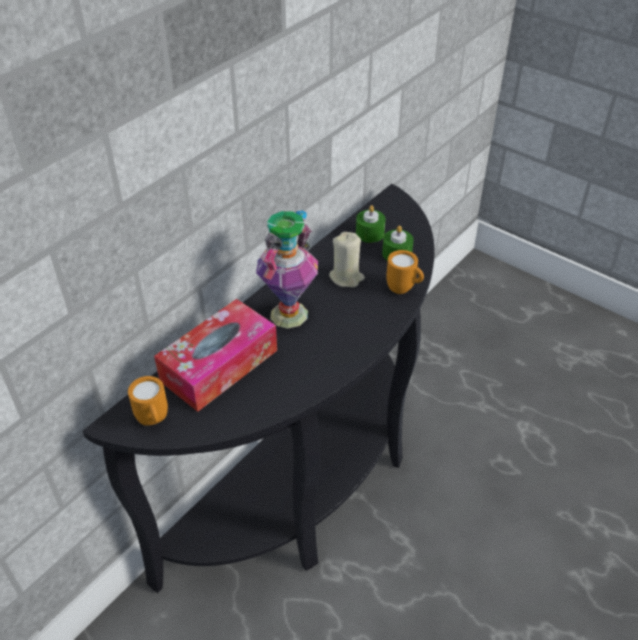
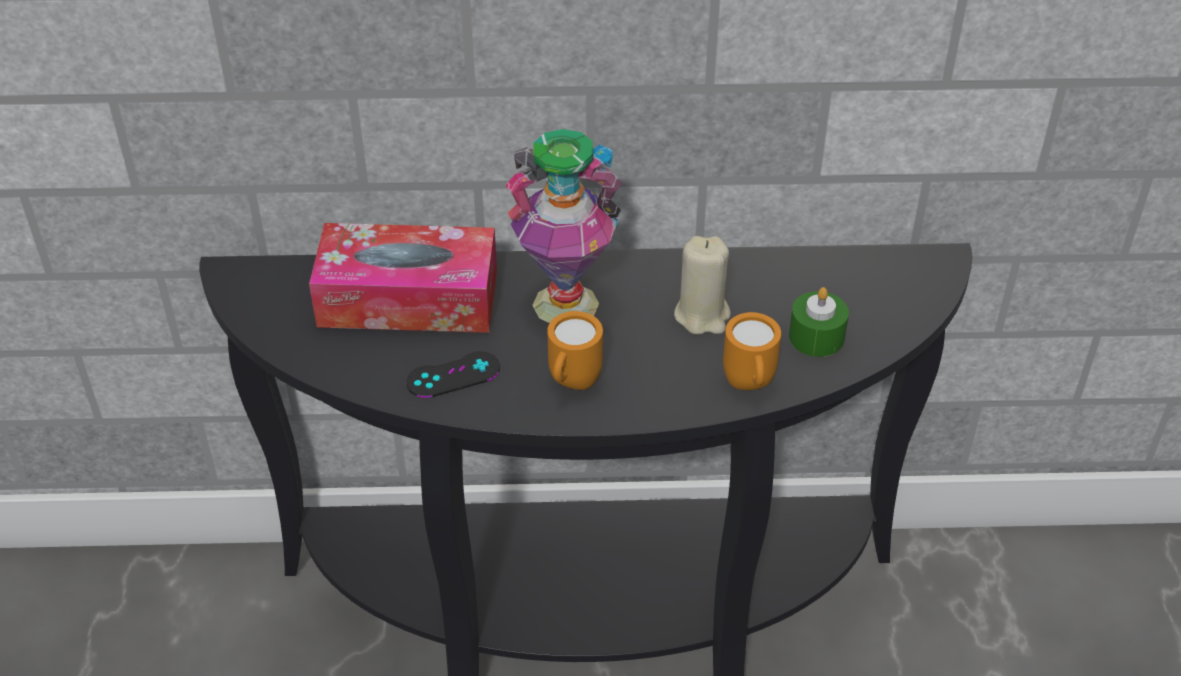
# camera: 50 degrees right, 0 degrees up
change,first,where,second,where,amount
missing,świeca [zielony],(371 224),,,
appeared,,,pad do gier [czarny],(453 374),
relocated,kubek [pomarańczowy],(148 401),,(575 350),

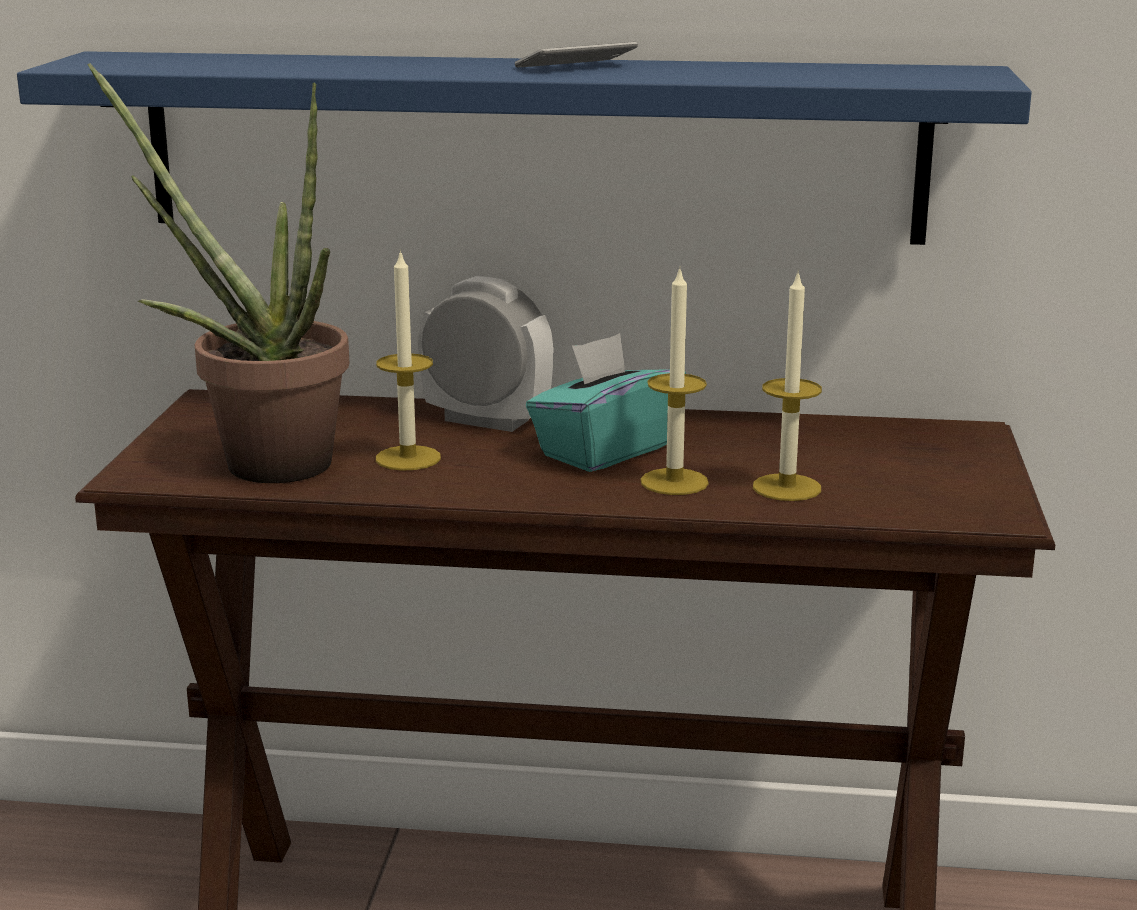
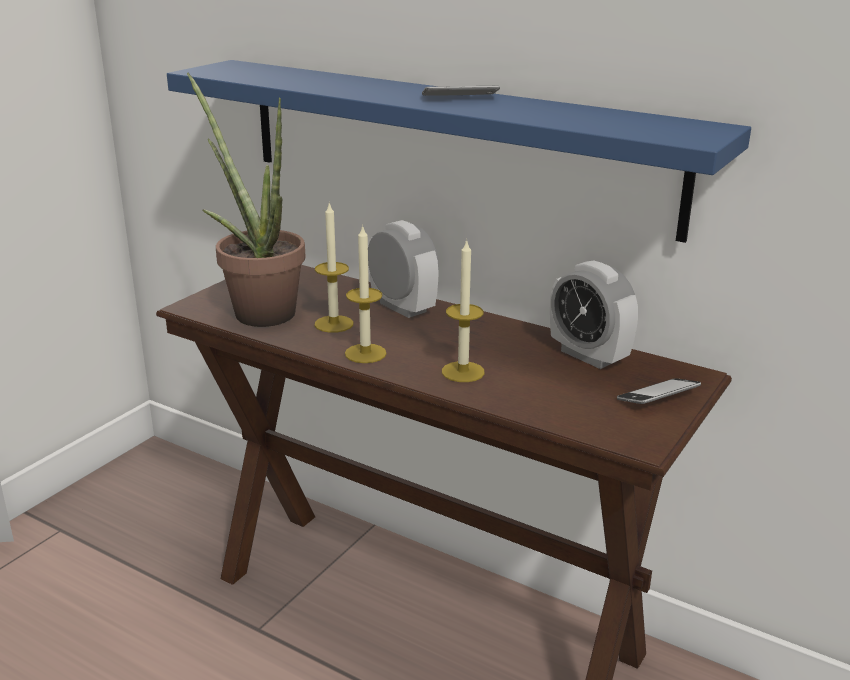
# camera: 25 degrees right, 5 degrees up
change,first,where,second,where,amount
missing,pudełko chusteczek [turkusowy],(606 402),,,
appeared,,,budzik,(594 315),
appeared,,,telefon,(659 391),
relocated,świeca,(787 385),,(366 293),

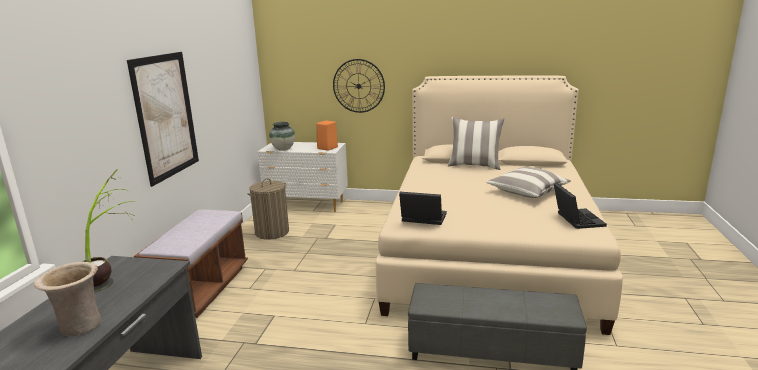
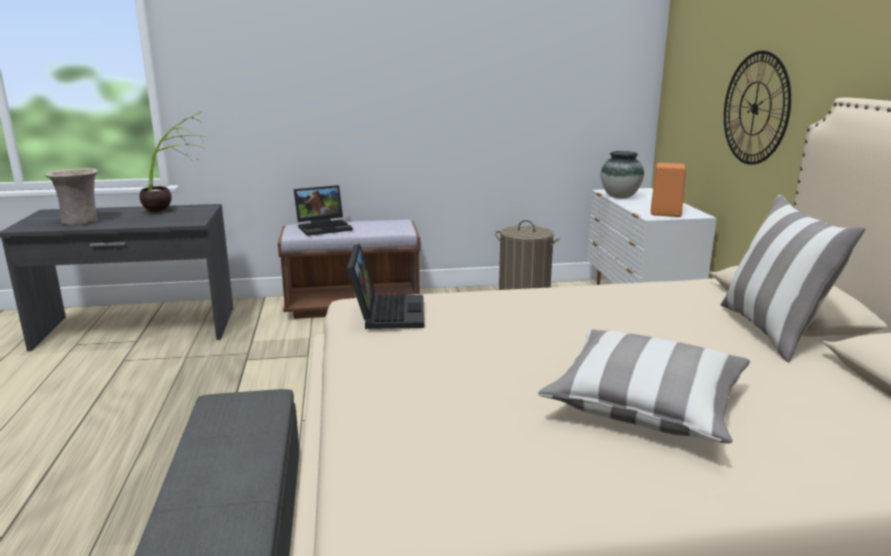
# camera: 70 degrees right, 0 degrees up
change,first,where,second,where,amount
missing,obraz,(163 119),,,
relocated,laptop,(580 206),,(323 210),

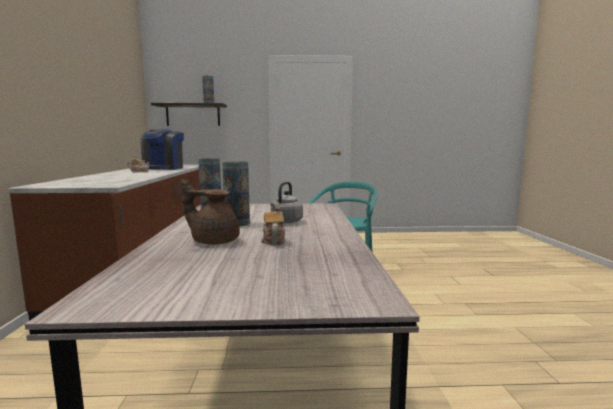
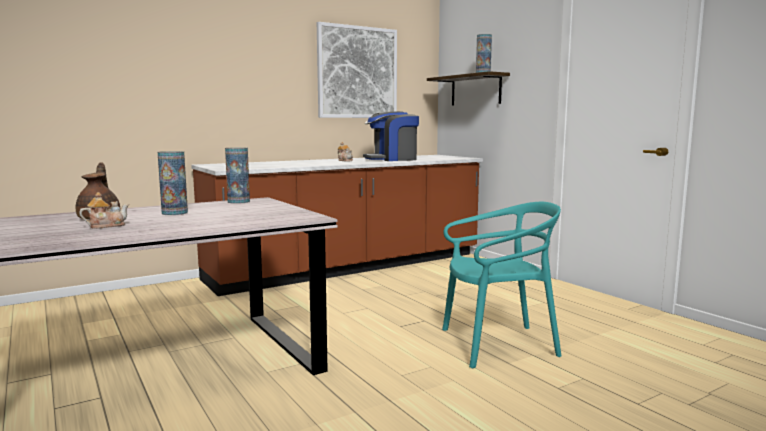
# camera: 60 degrees right, 0 degrees up
change,first,where,second,where,amount
missing,czajnik [szary],(286 202),,,
appeared,,,obraz,(357 70),

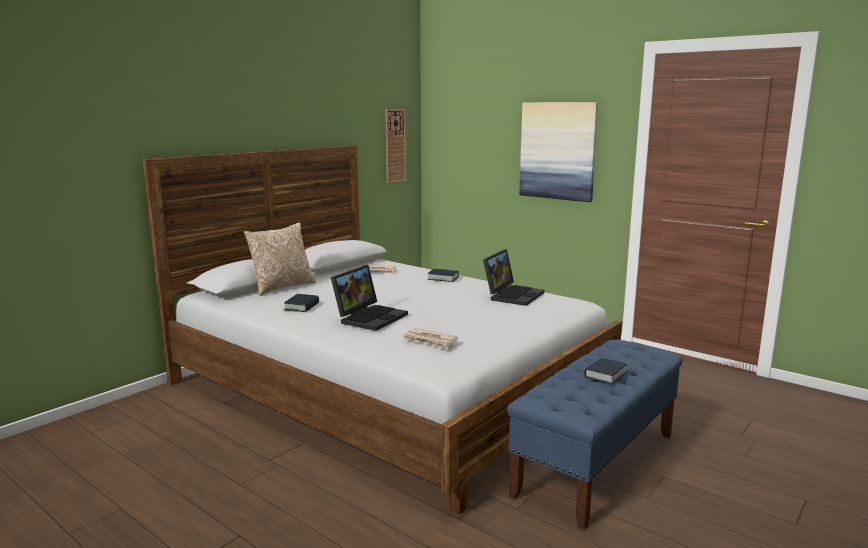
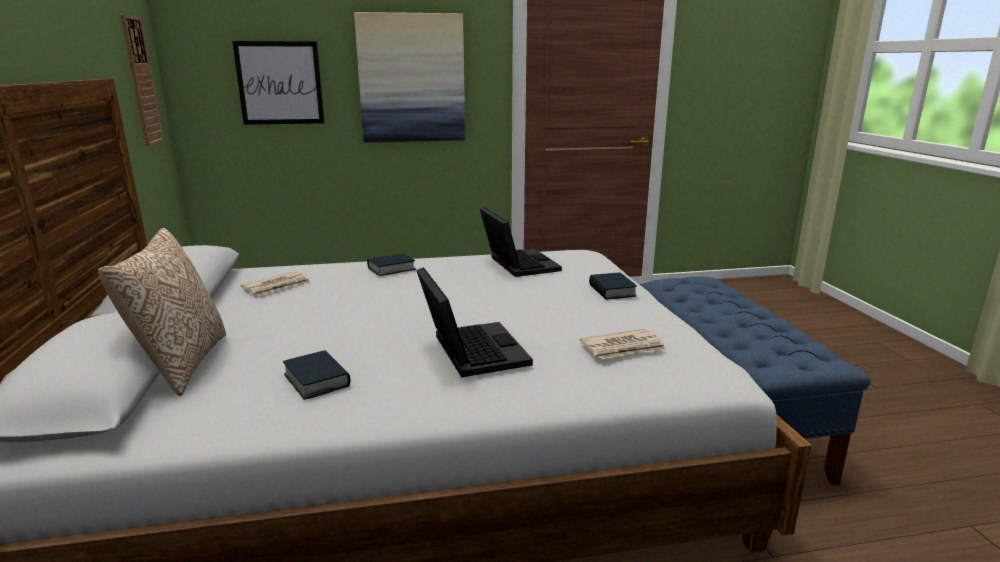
# camera: 50 degrees left, 5 degrees up
change,first,where,second,where,amount
appeared,,,obraz,(278 83),
relocated,książka,(605 371),,(613 286),

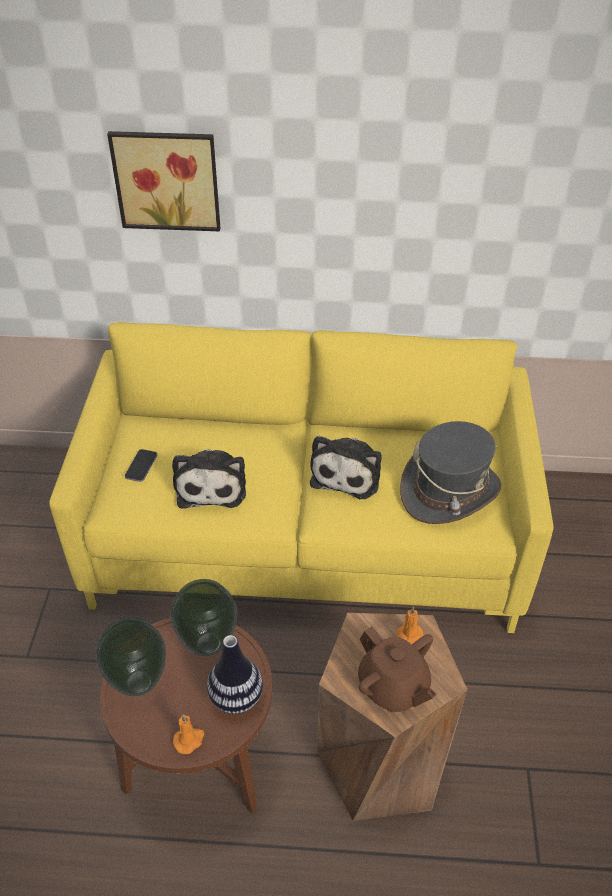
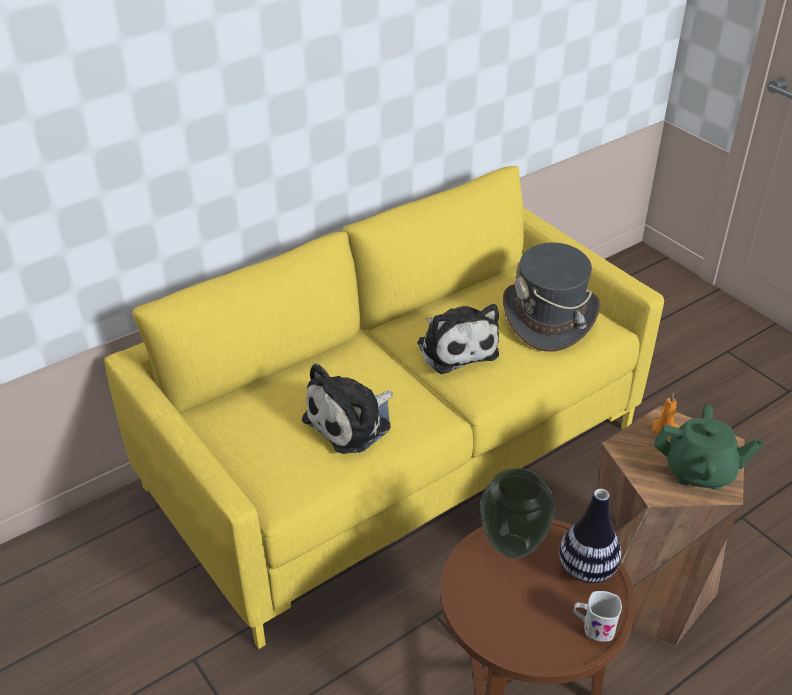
# camera: 40 degrees left, 5 degrees down
change,first,where,second,where,amount
missing,wazon,(131 656),,,
missing,obraz,(163 181),,,
missing,telefon,(141 465),,,
exchanged,świeca [pomarańczowy],(188 734),kubek [biały],(598 616),
colour,imbryk [brązowy],(397 669),imbryk [zielony],(708 447),
spun,pluszak,(209 479),,(347 408),90 degrees clockwise

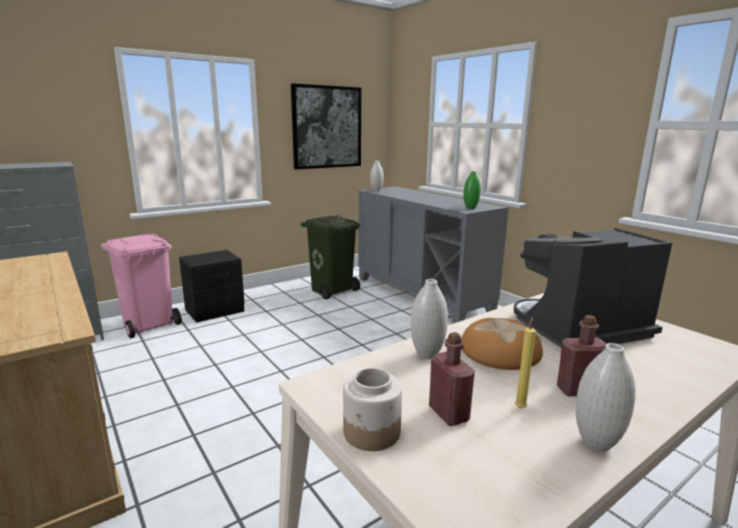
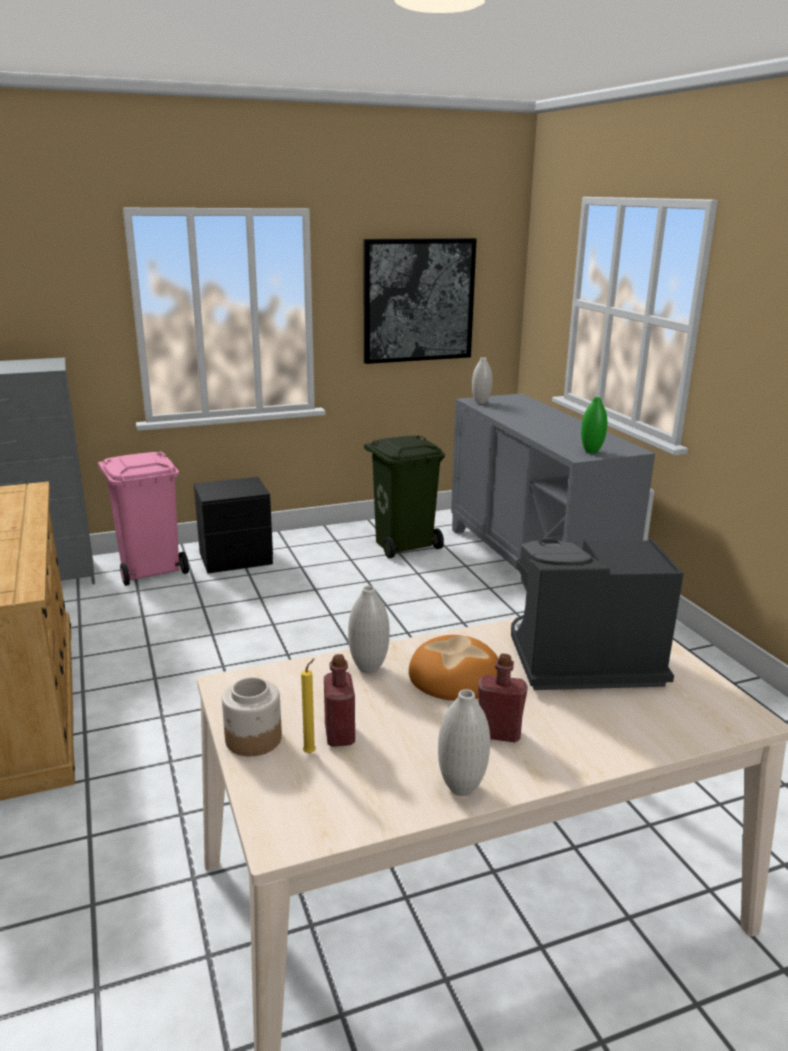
# camera: 15 degrees right, 5 degrees up
change,first,where,second,where,amount
relocated,świeca [żółty],(525 362),,(308 706),

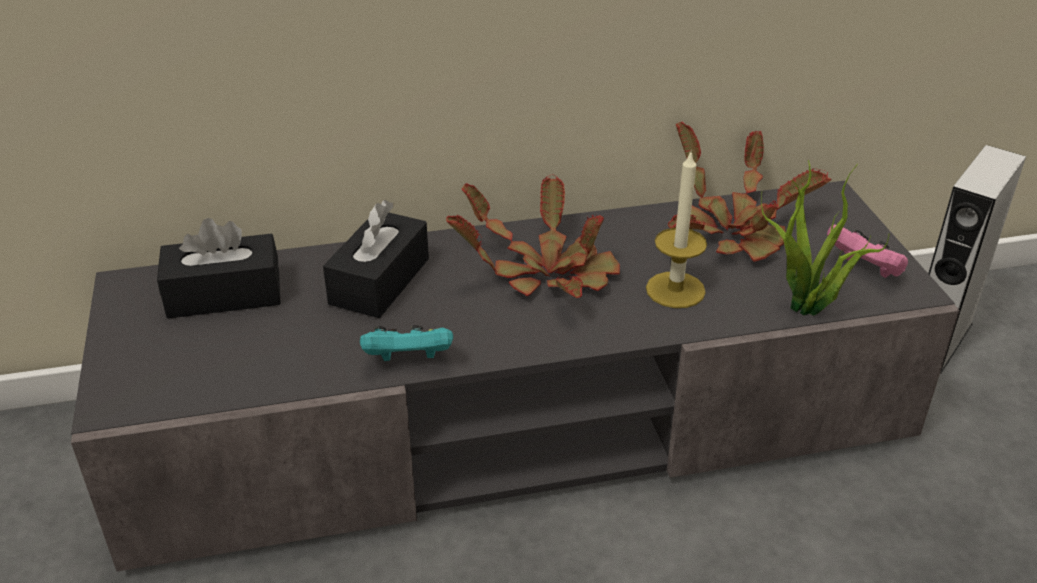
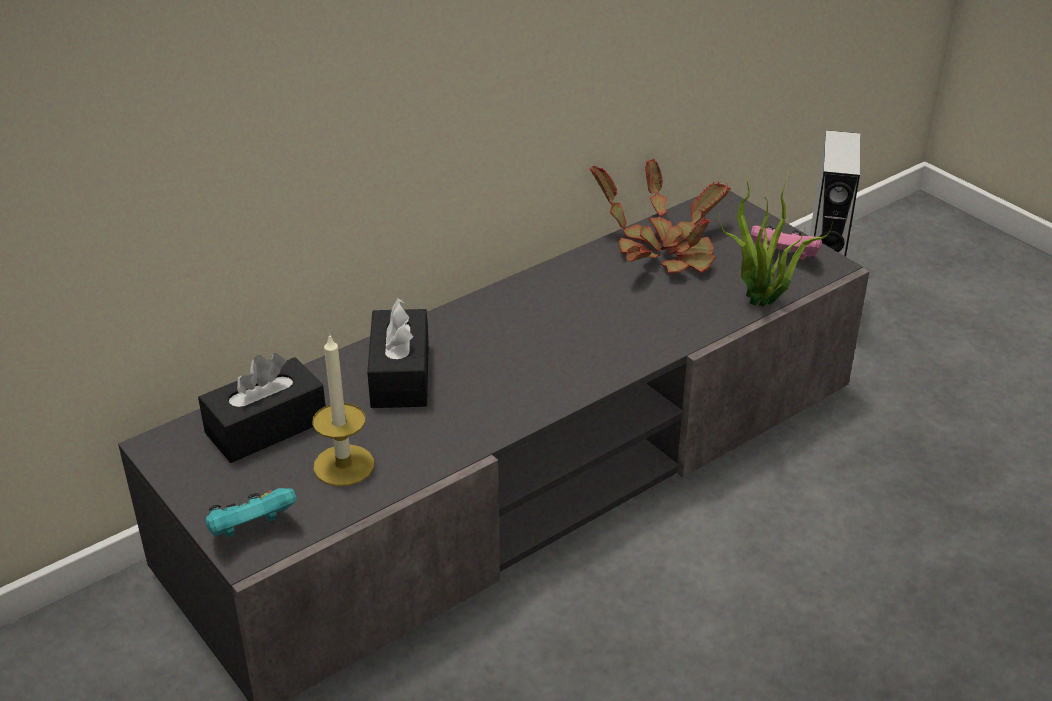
# camera: 25 degrees left, 0 degrees up
change,first,where,second,where,amount
missing,roślina doniczkowa,(533 236),,,
relocated,pad do gier [turkusowy],(406 343),,(251 513),
relocated,świeca,(676 229),,(343 409),

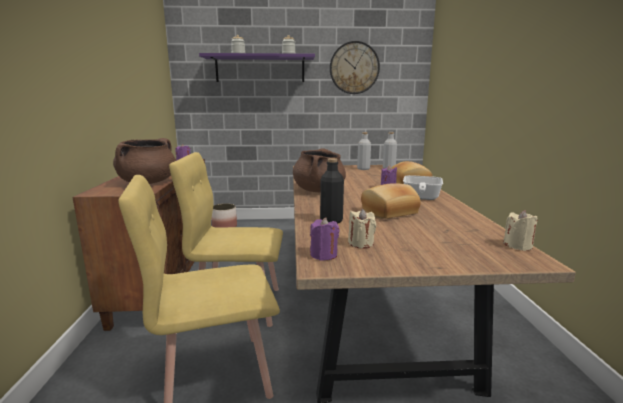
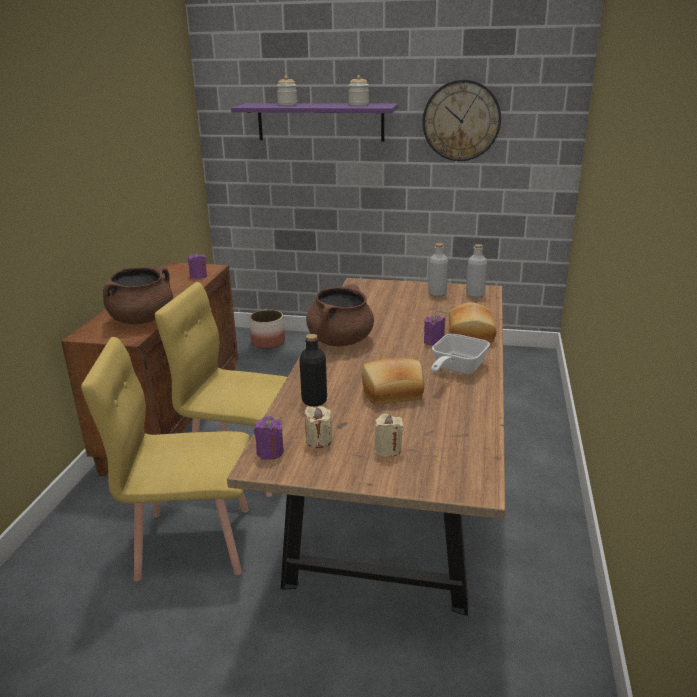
# camera: 15 degrees right, 10 degrees up
change,first,where,second,where,amount
relocated,świeca [beżowy],(520 230),,(389 435),

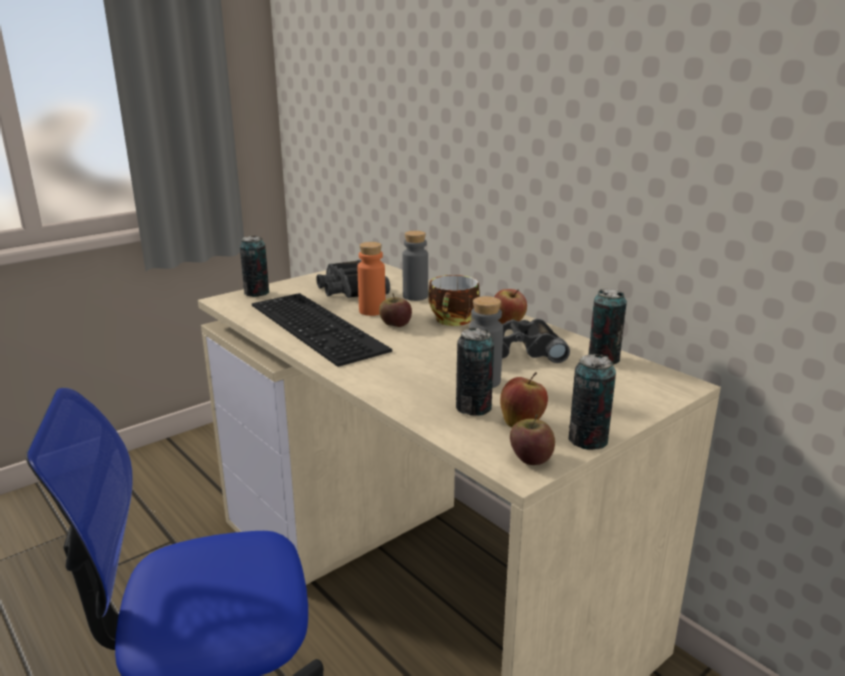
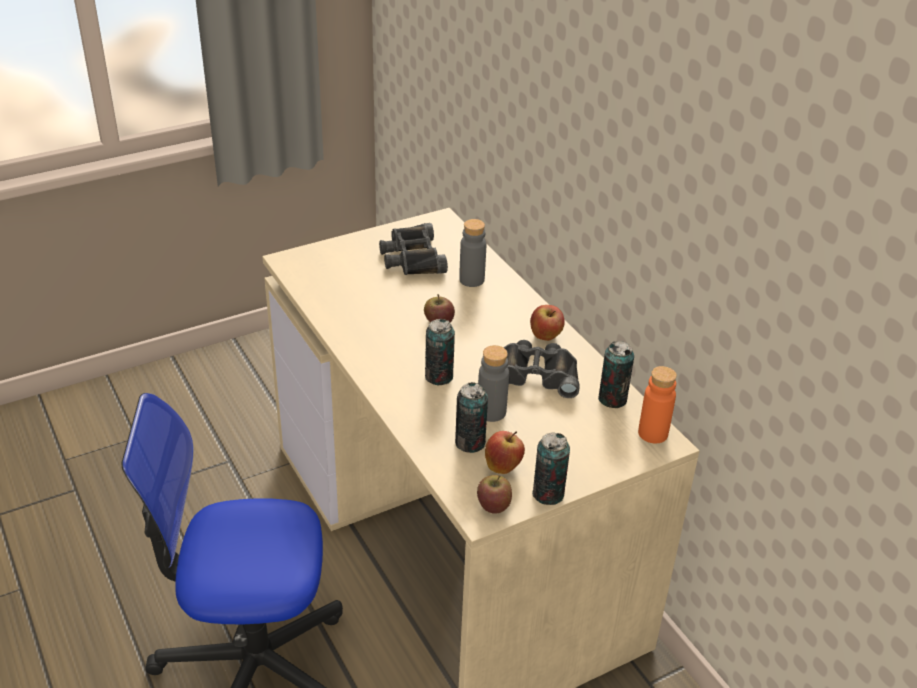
# camera: 10 degrees right, 15 degrees up
change,first,where,second,where,amount
missing,klawiatura,(322 330),,,
missing,filiżanka,(454 300),,,
relocated,puszka,(254 266),,(440 352),
relocated,butelka [pomarańczowy],(371 279),,(657 404),

